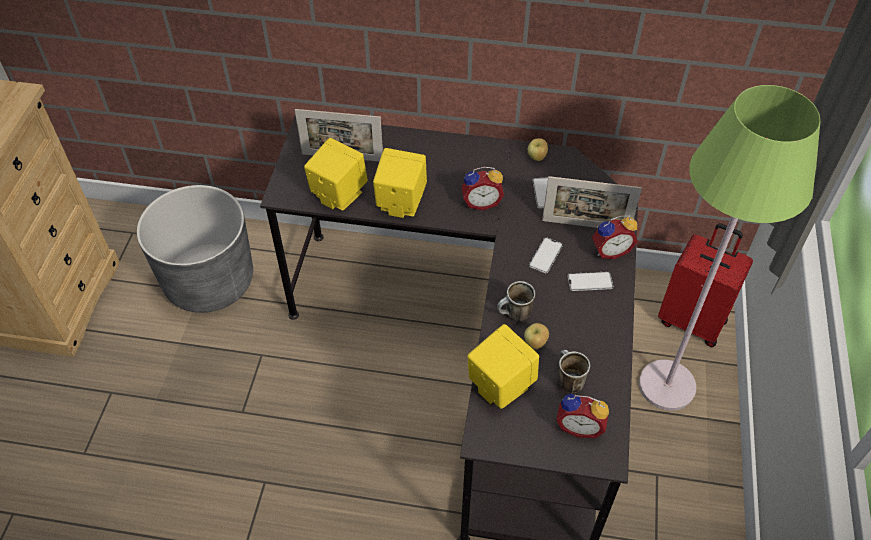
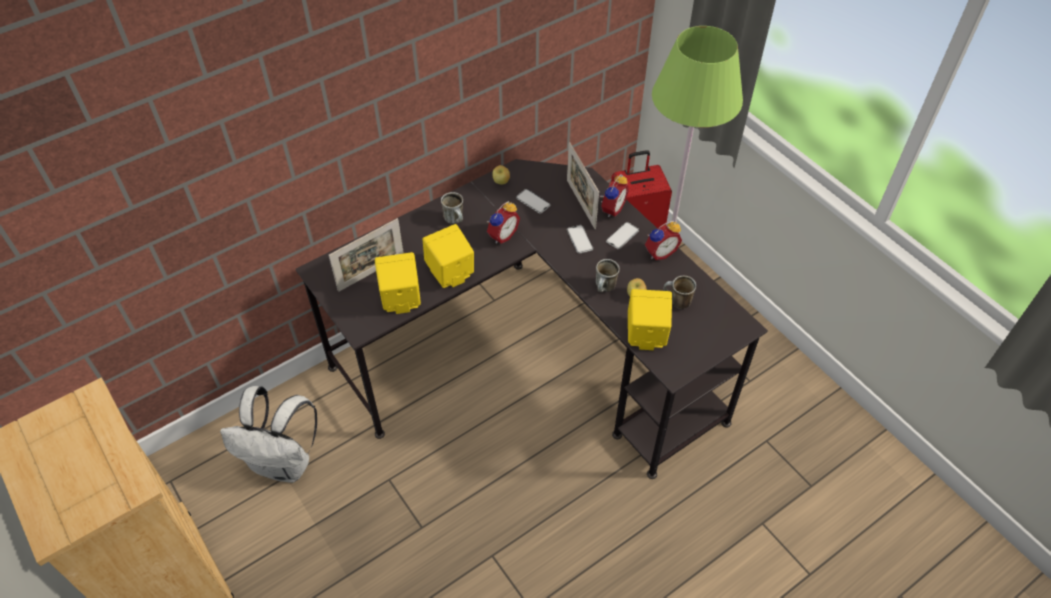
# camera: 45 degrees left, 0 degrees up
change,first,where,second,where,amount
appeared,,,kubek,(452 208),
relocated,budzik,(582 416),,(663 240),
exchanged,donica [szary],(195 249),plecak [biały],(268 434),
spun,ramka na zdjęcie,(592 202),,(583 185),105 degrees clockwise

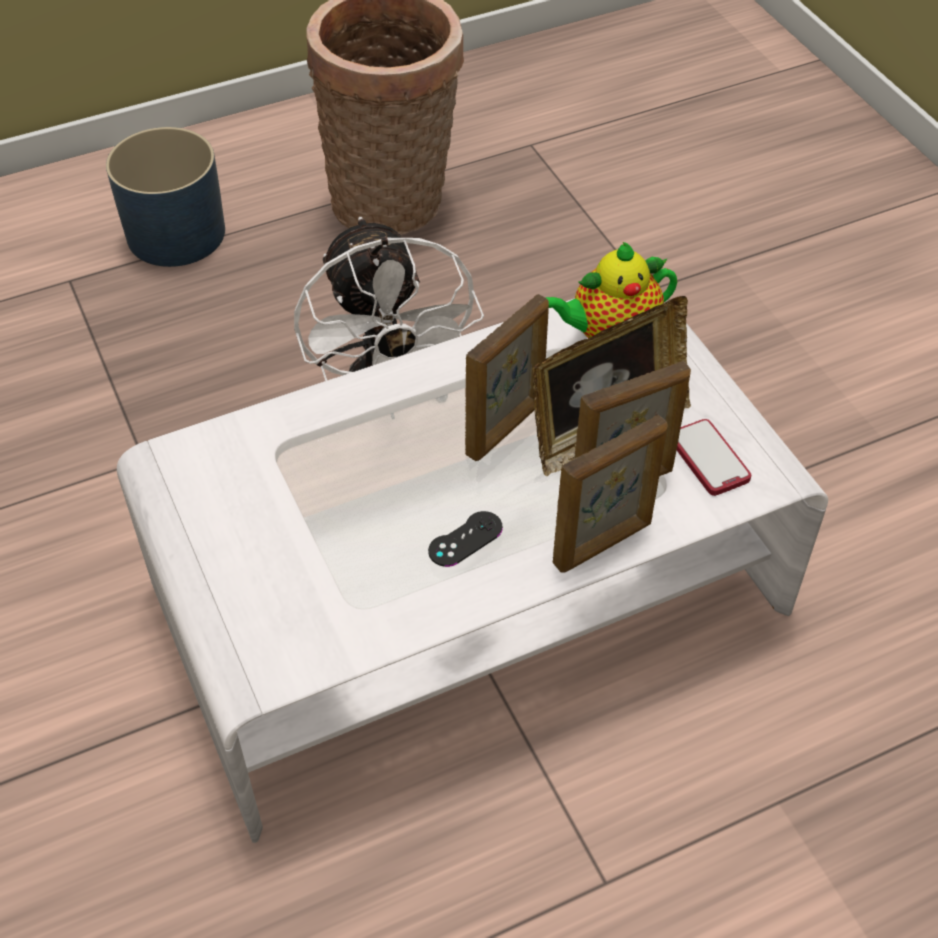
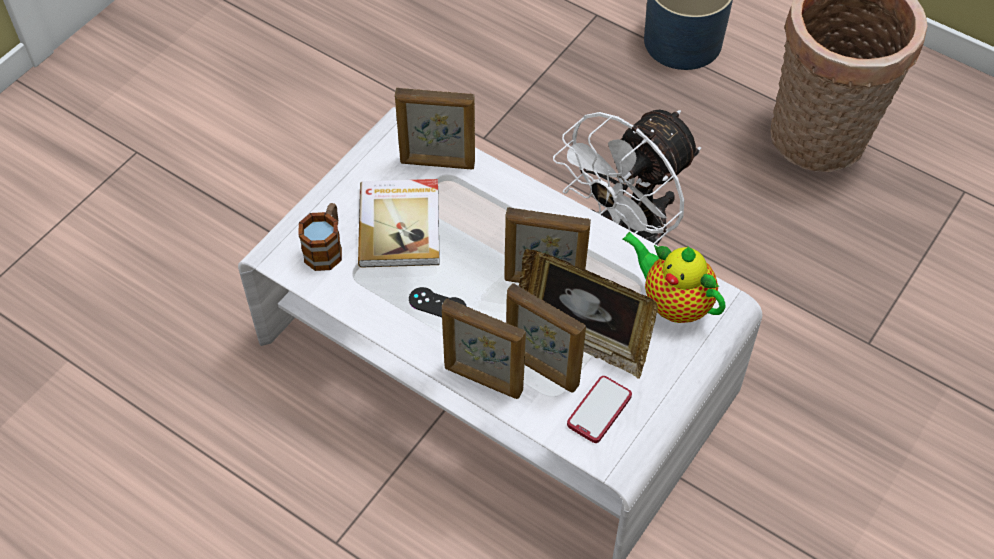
# camera: 60 degrees right, 5 degrees up
change,first,where,second,where,amount
appeared,,,kubek,(320 237),
appeared,,,książka,(399 223),
appeared,,,ramka na zdjęcie,(435 128),

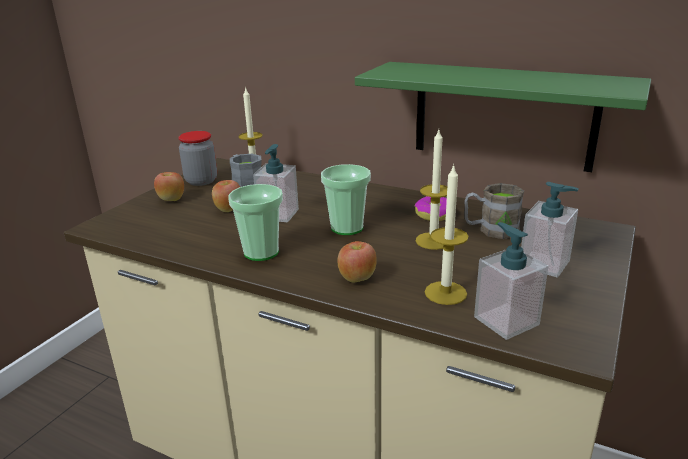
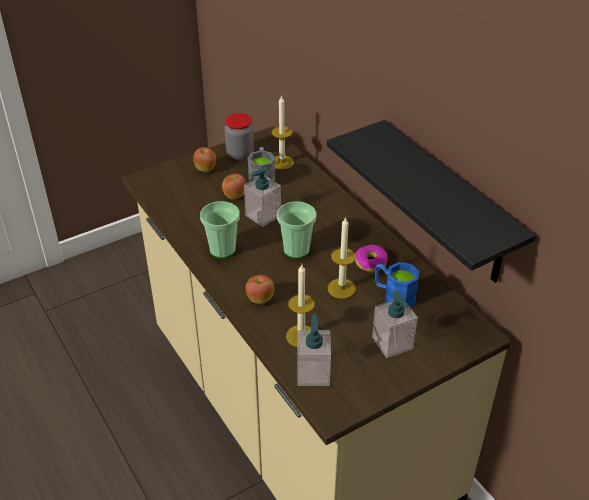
# camera: 30 degrees right, 15 degrees up
change,first,where,second,where,amount
colour,półka [zielony],(503 117),półka [czarny],(431 201),
colour,kubek [brązowy],(494 211),kubek [niebieski],(397 285),

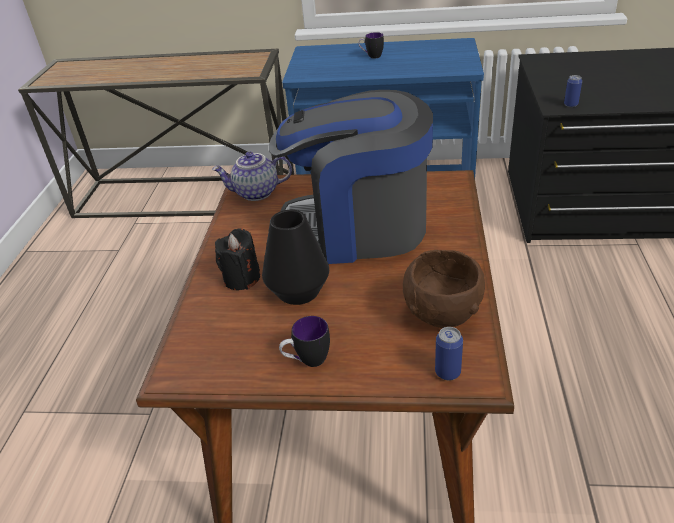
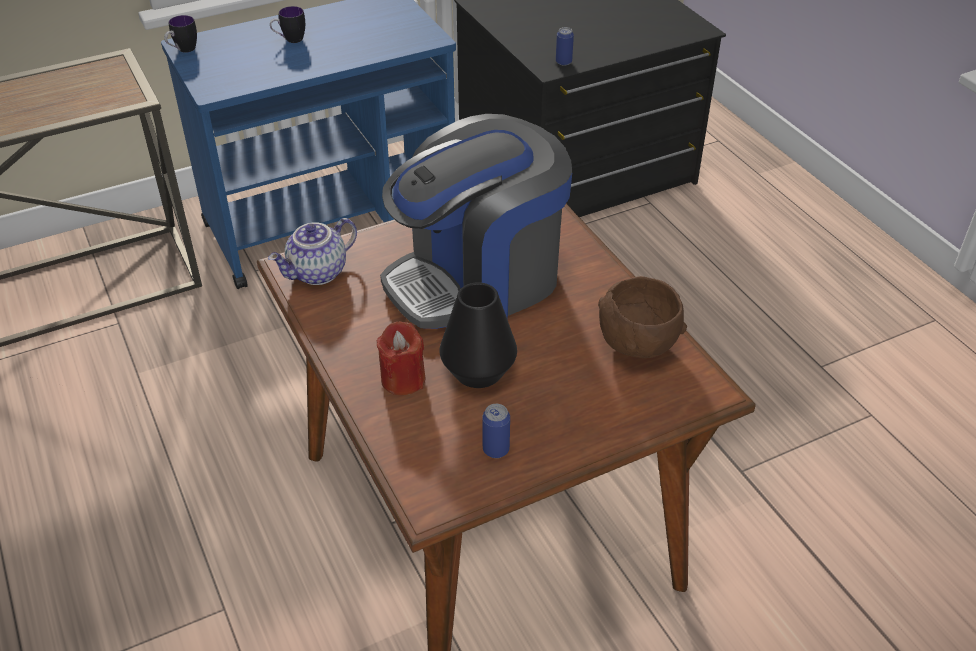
# camera: 35 degrees left, 5 degrees up
change,first,where,second,where,amount
relocated,kubek,(304 341),,(180 34),
relocated,puszka,(449 353),,(496 431),
colour,świeca [czarny],(237 259),świeca [czerwony],(400 358),

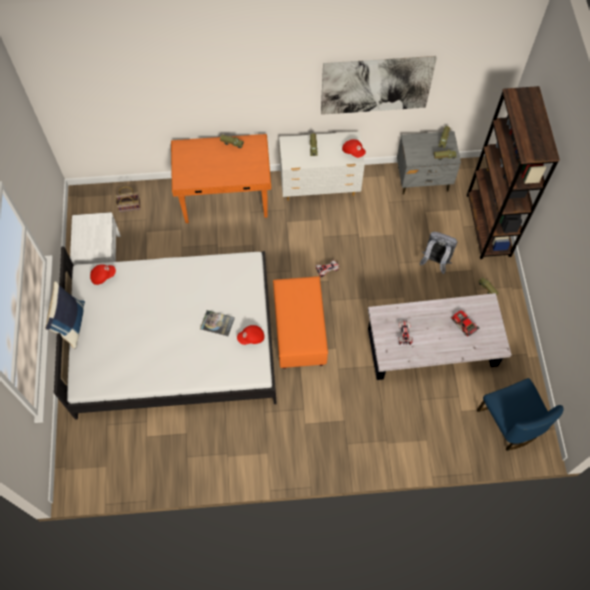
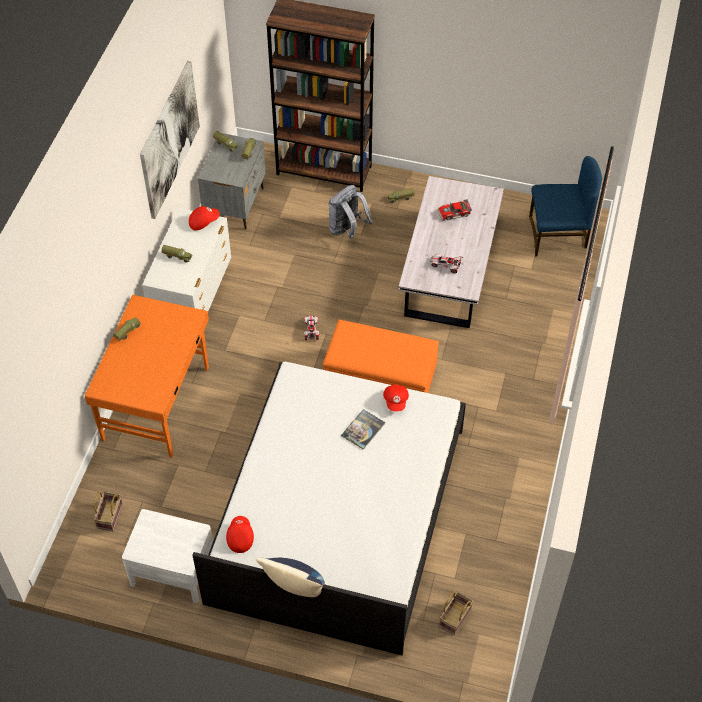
# camera: 70 degrees left, 10 degrees down
change,first,where,second,where,amount
appeared,,,koszyk,(456 613),

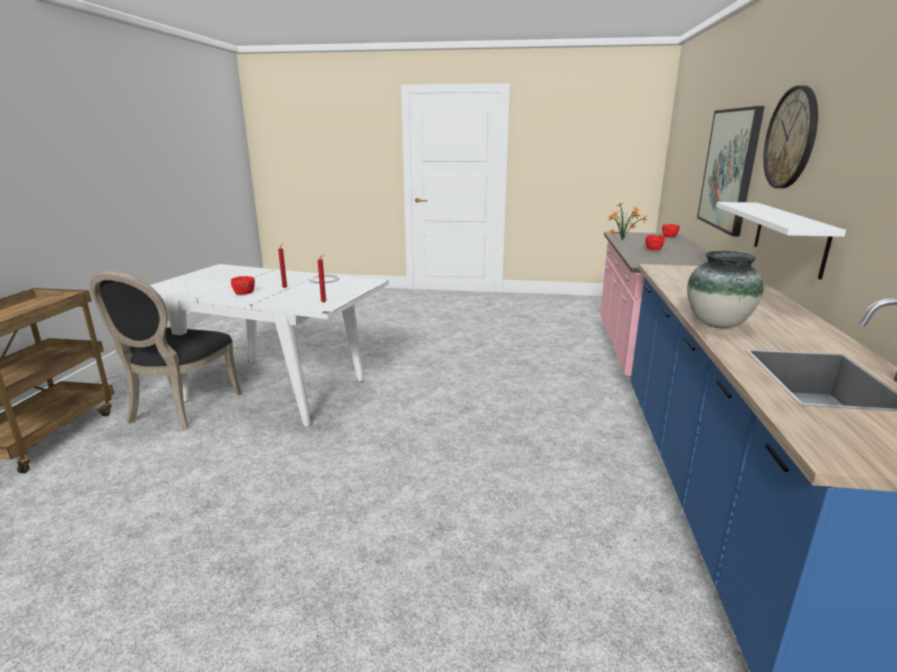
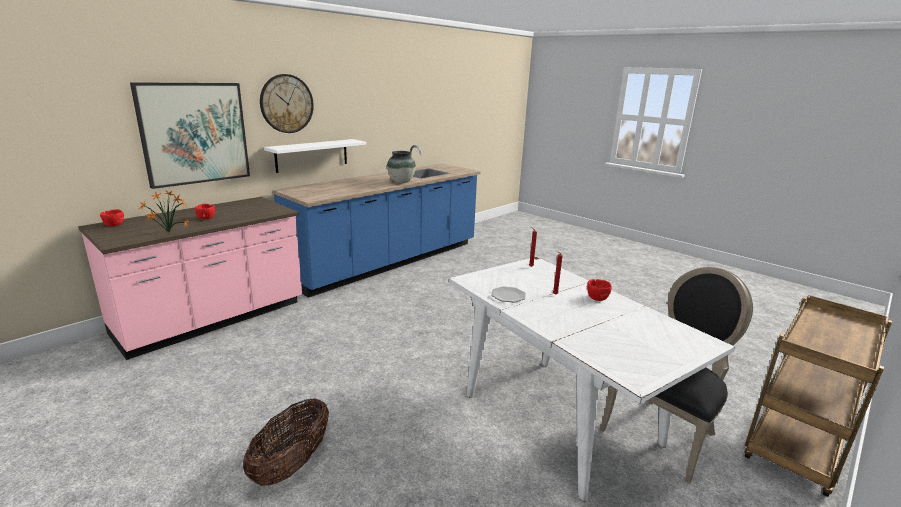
# camera: 145 degrees left, 0 degrees up
change,first,where,second,where,amount
appeared,,,koszyk,(286 442),

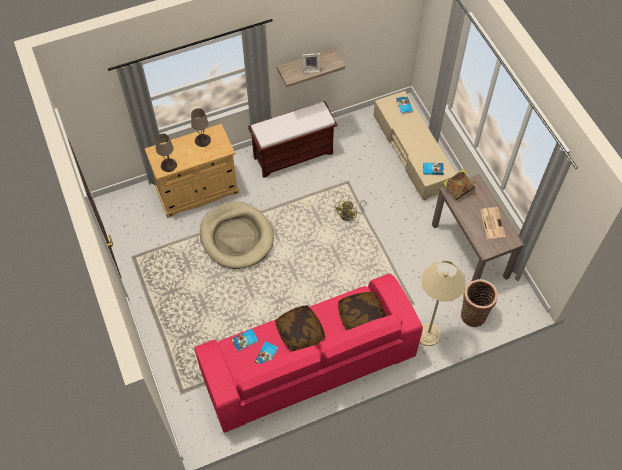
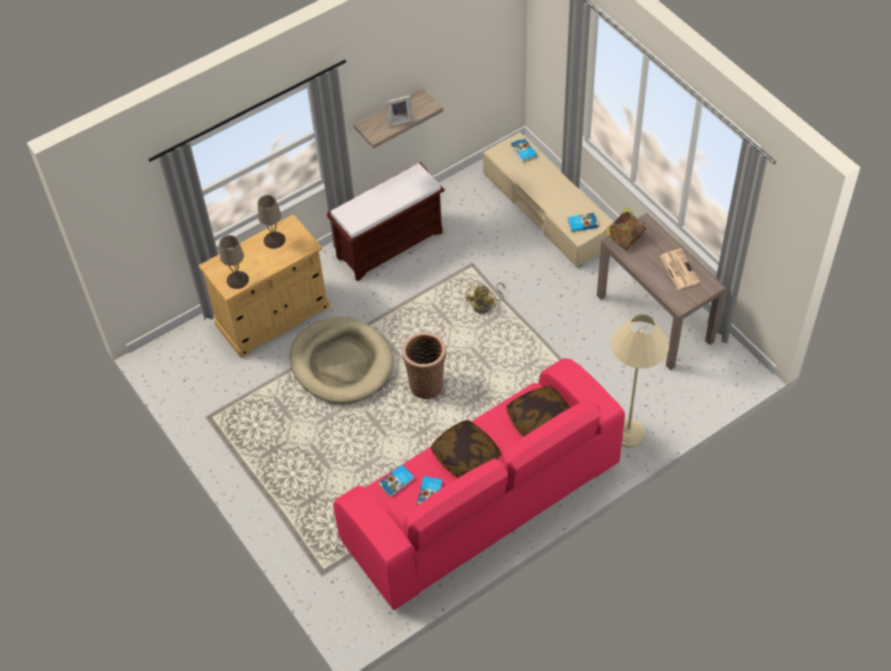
# camera: 10 degrees left, 5 degrees down
change,first,where,second,where,amount
relocated,koszyk,(479 303),,(424 365),

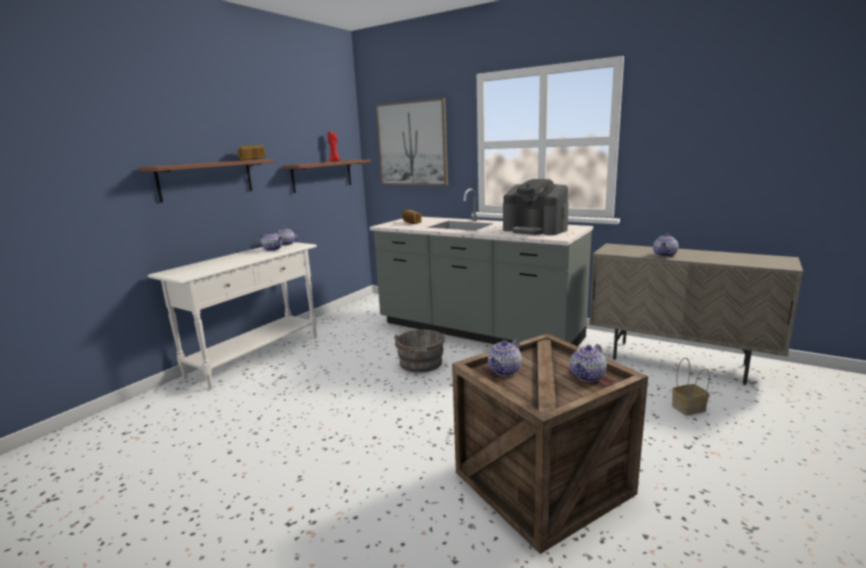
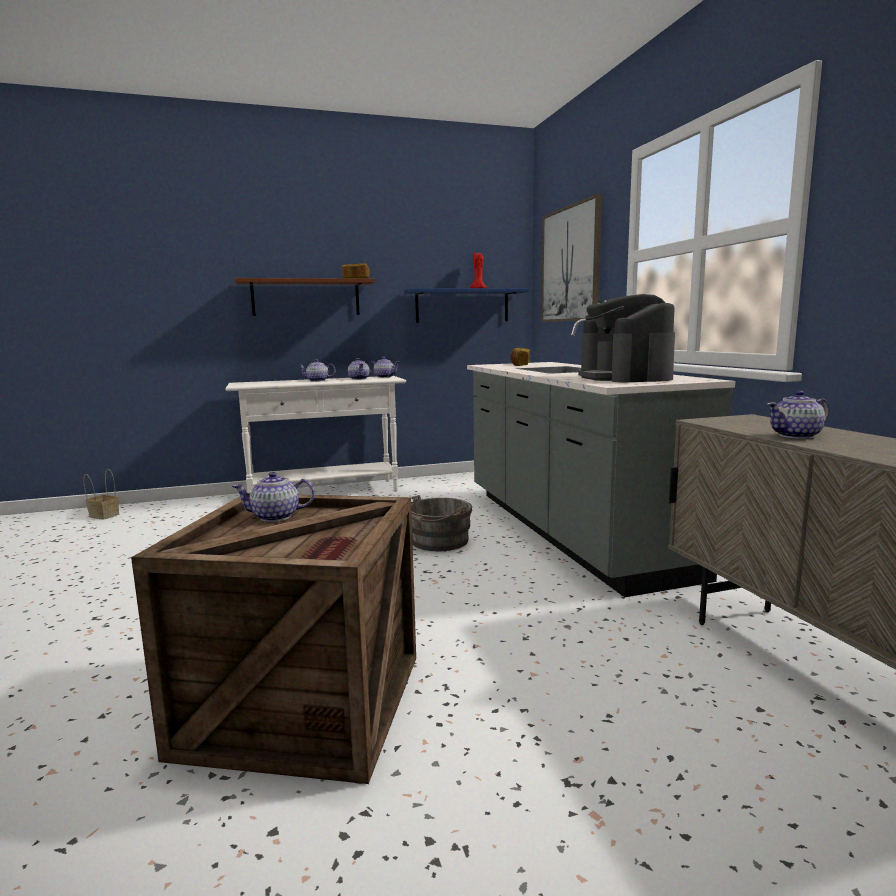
# camera: 40 degrees right, 5 degrees down
change,first,where,second,where,amount
relocated,imbryk,(588 363),,(317 370),
relocated,koszyk,(691 386),,(101 494),
colour,półka [brązowy],(326 176),półka [niebieski],(466 305),

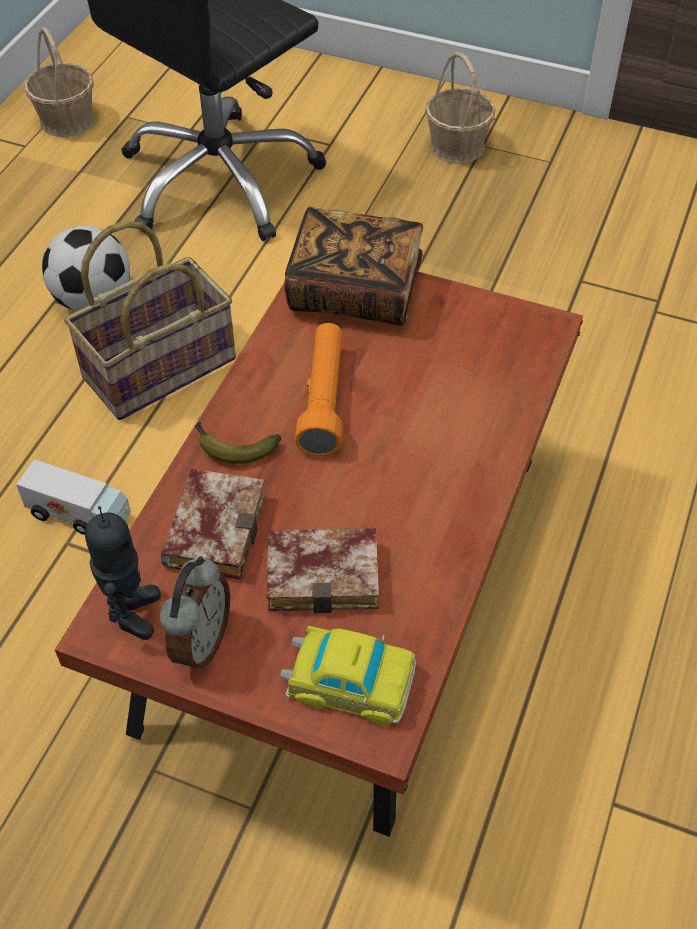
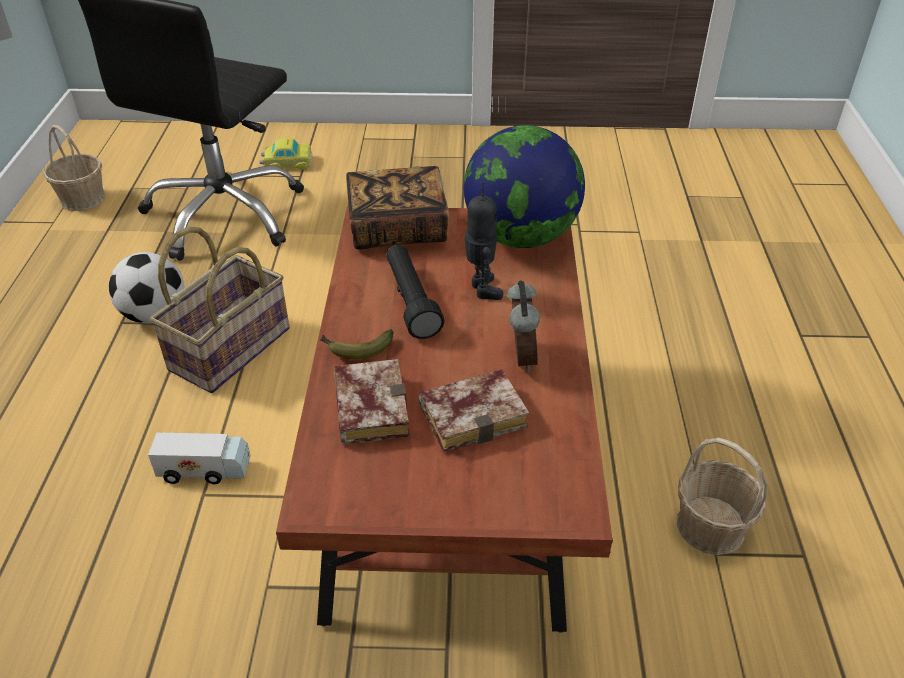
# camera: 20 degrees left, 10 degrees down
change,first,where,second,where,amount
appeared,,,globus,(524 186),
relocated,robot zabawkowy,(123 573),,(484 241),
relocated,budzik,(195 613),,(523 326),
relocated,samochodzik,(348 676),,(286 154),
relocated,koszyk,(460 108),,(722 496),
colour,latarka [pomarańczowy],(318 389),latarka [czarny],(415 292),

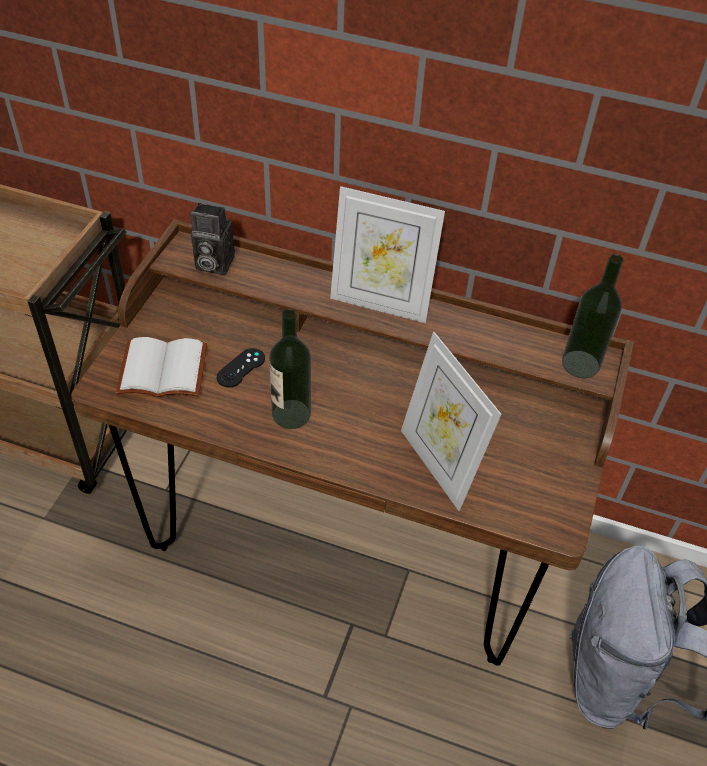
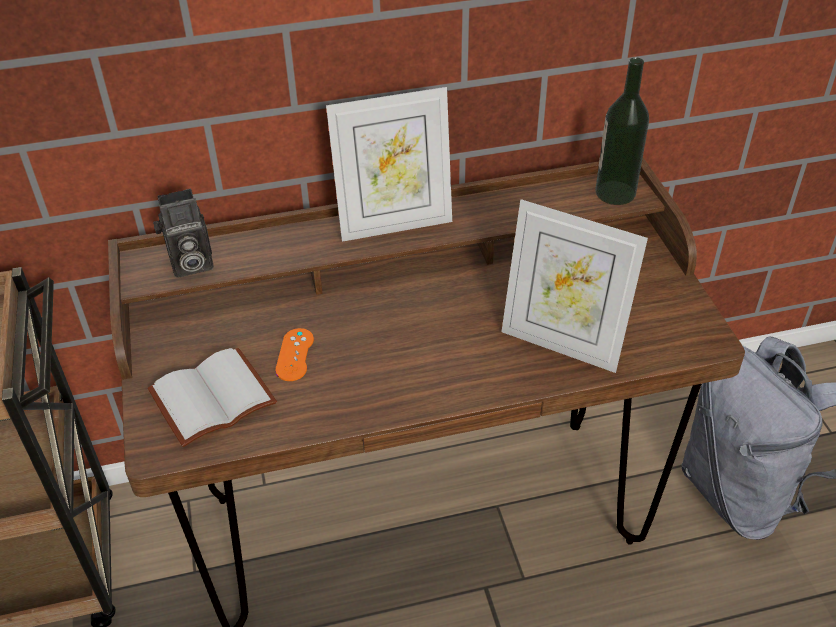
# camera: 30 degrees left, 5 degrees down
change,first,where,second,where,amount
missing,butelka,(290 369),,,
colour,pad do gier [czarny],(240 368),pad do gier [pomarańczowy],(294 354),

